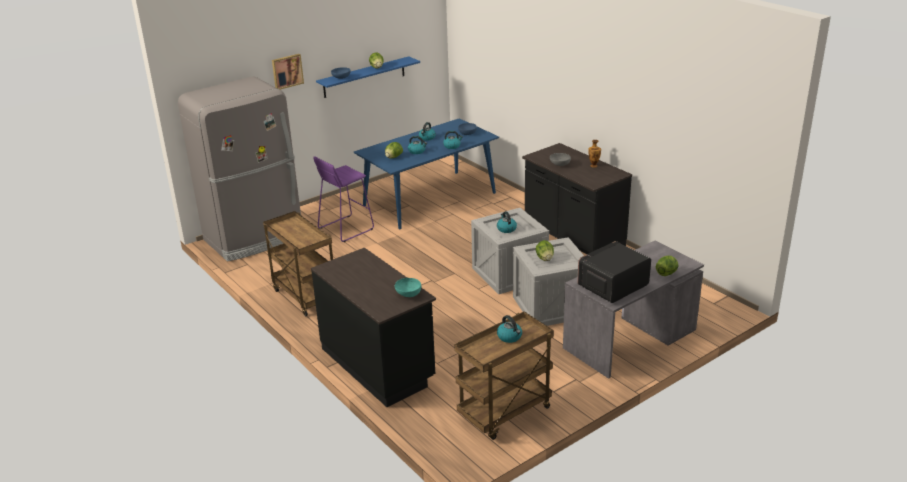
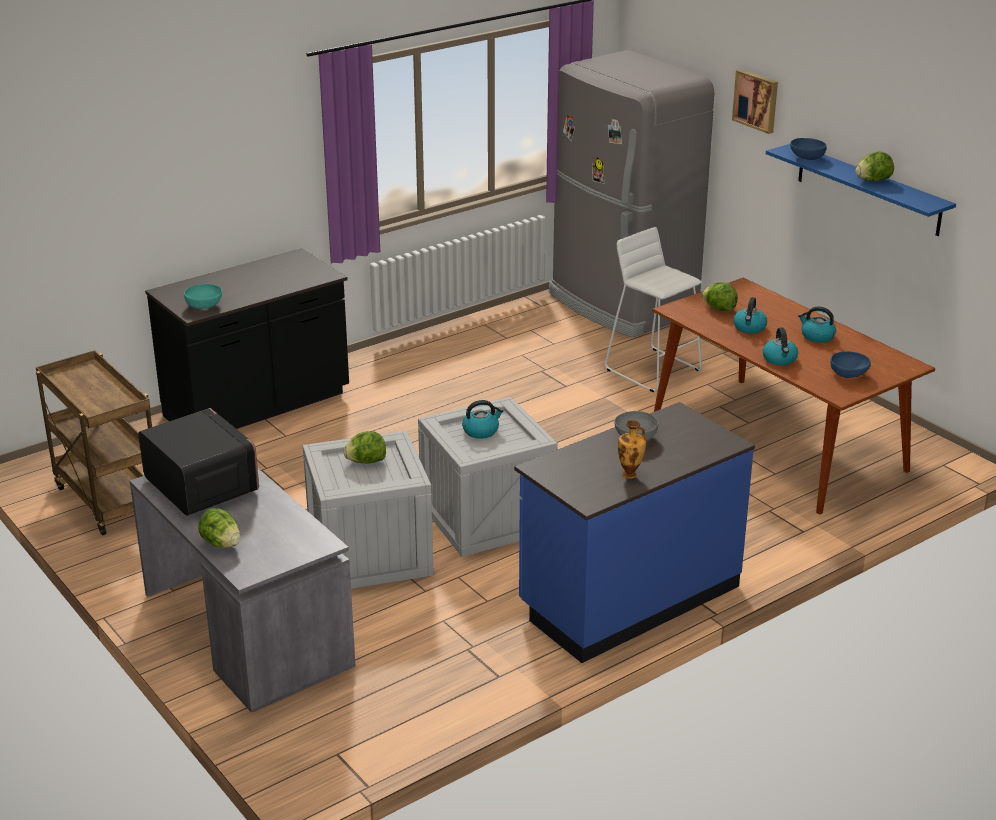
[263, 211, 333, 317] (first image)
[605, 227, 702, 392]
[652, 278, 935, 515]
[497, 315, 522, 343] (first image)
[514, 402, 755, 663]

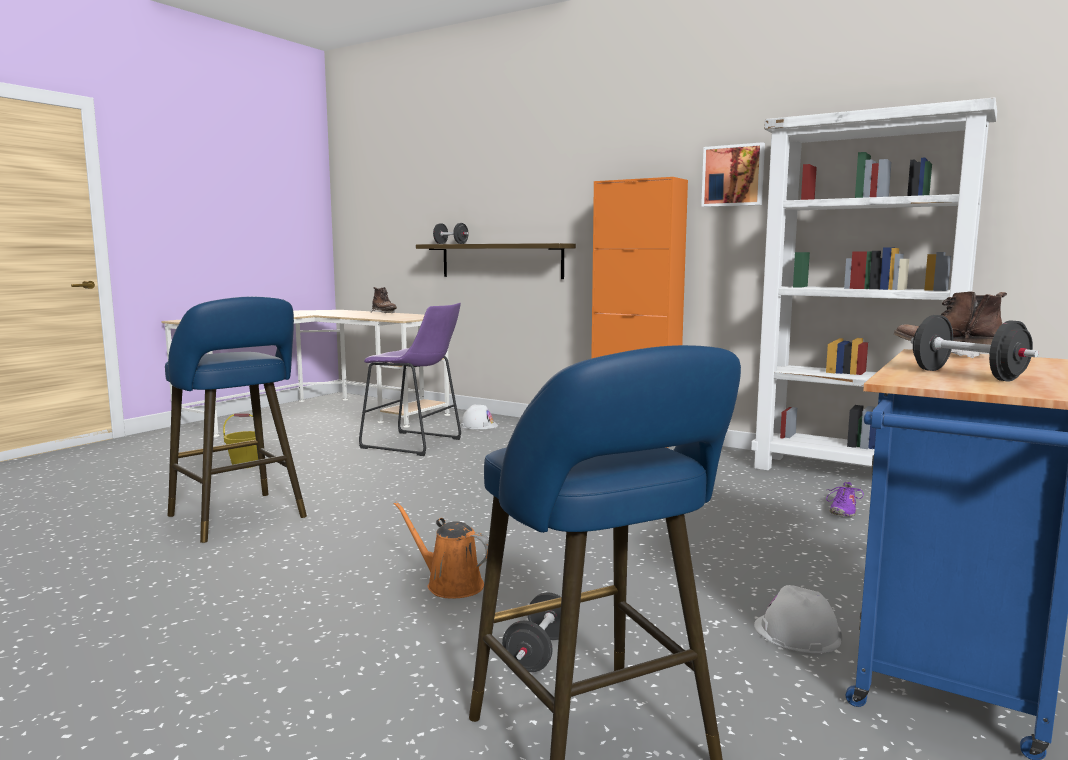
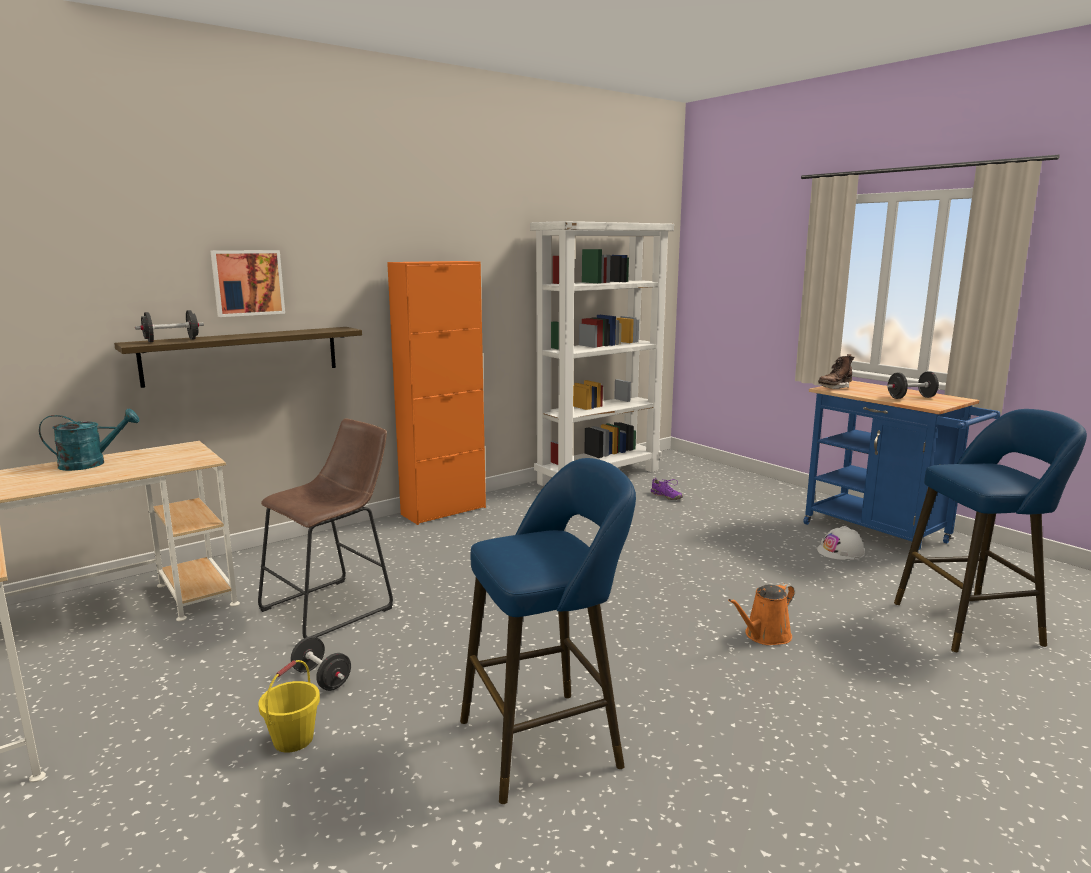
[258, 418, 393, 638]
[39, 409, 139, 471]
[460, 404, 498, 429] (first image)
[291, 636, 351, 691]
[211, 250, 285, 317]

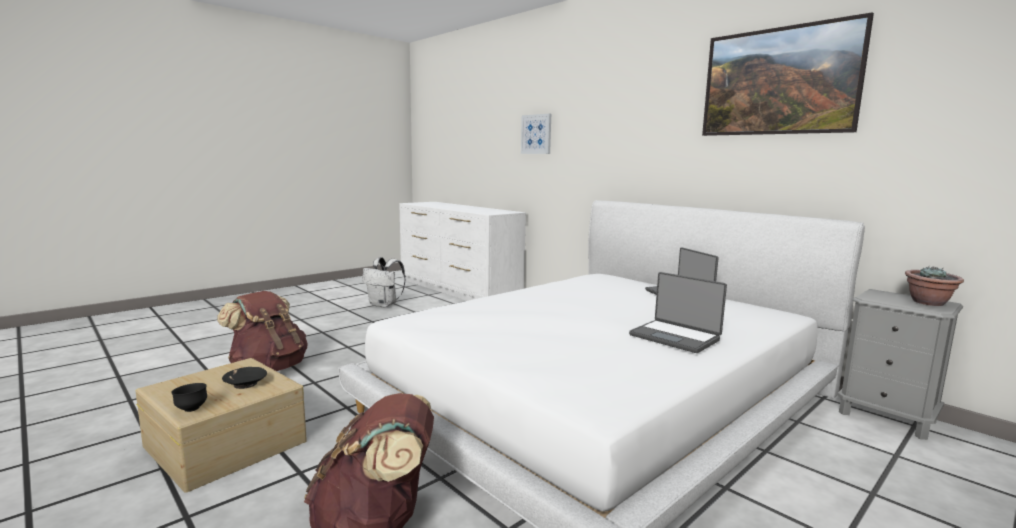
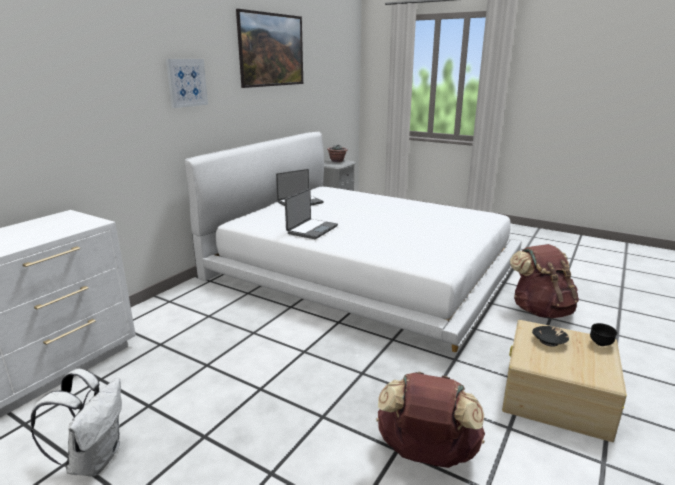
[166, 59, 208, 108]
[285, 189, 338, 239]

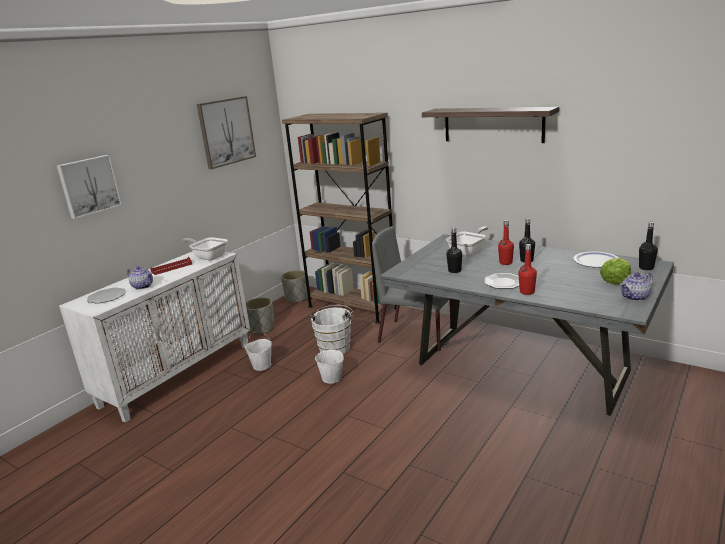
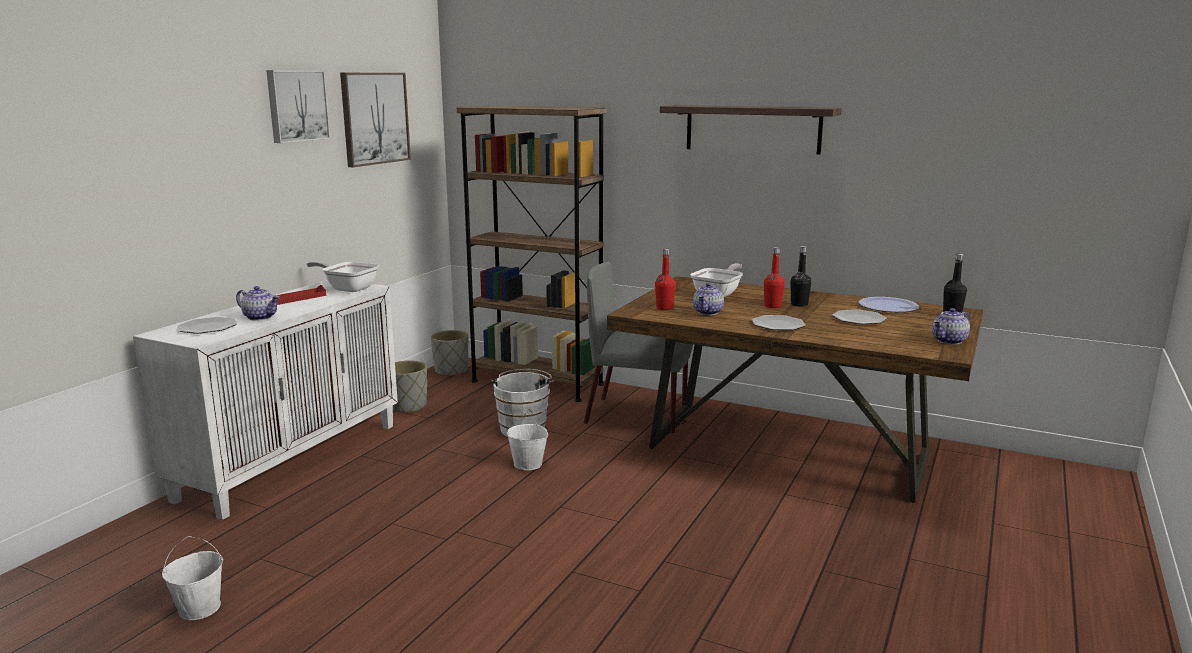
[266, 70, 330, 143]
[162, 536, 223, 620]
[607, 276, 983, 503]
[693, 283, 724, 315]
[655, 249, 676, 310]
[600, 258, 631, 285] (first image)
[832, 309, 887, 324]

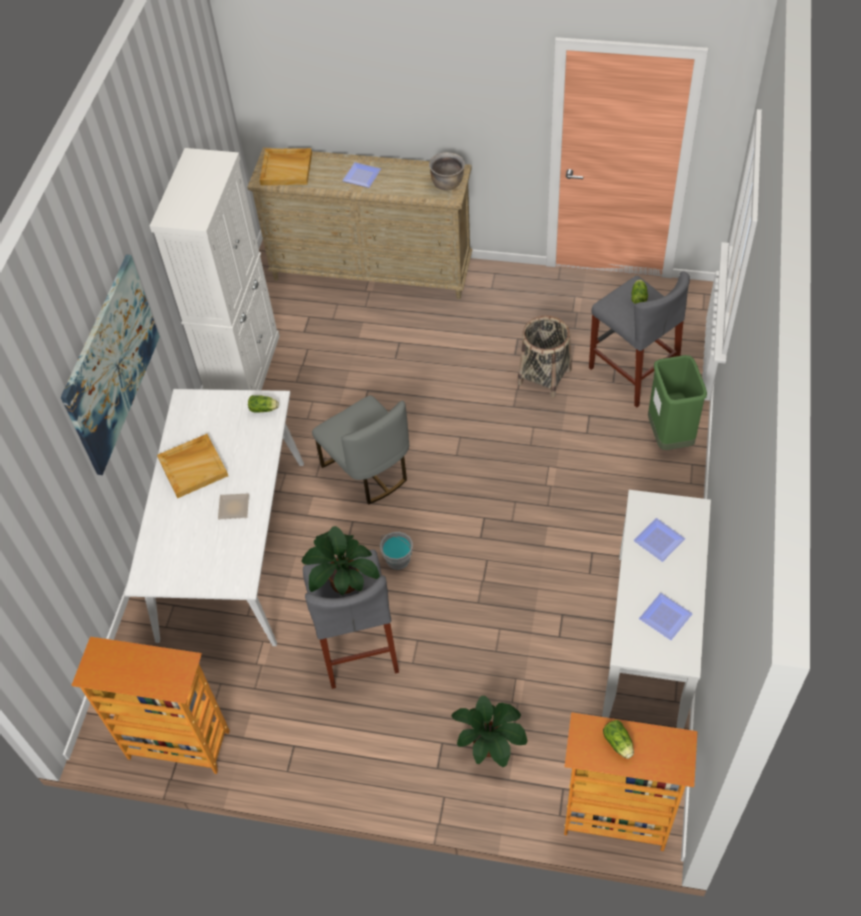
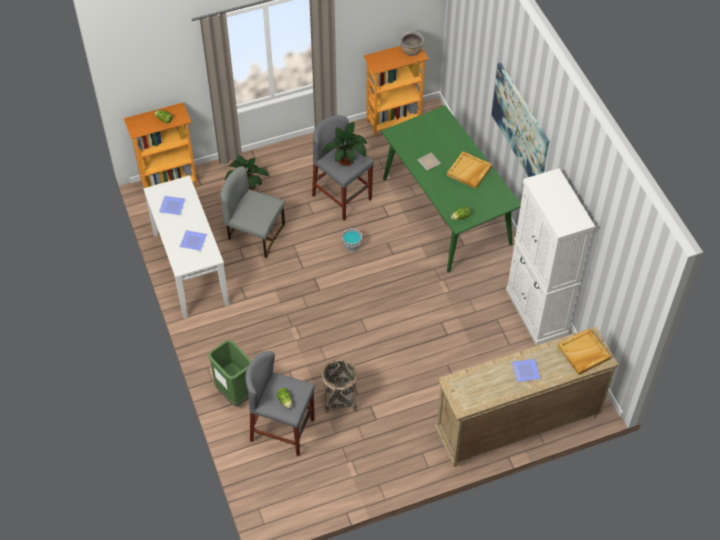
[381, 105, 521, 273]
[220, 166, 285, 258]
[400, 31, 424, 56]

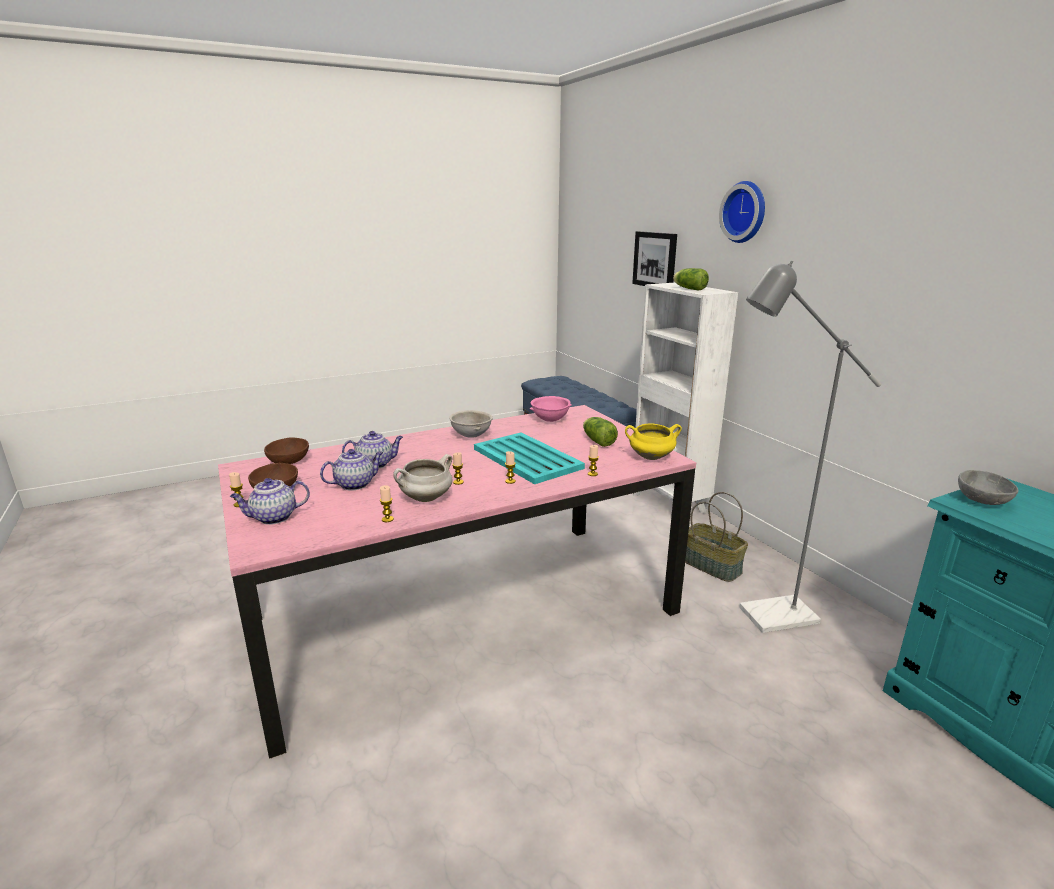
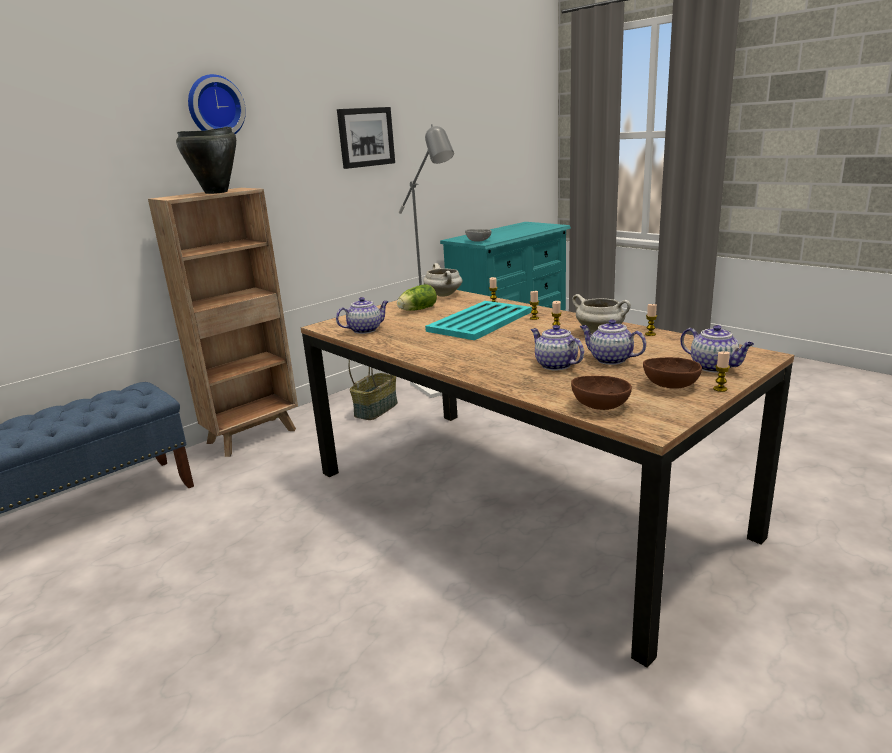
[301, 290, 794, 668]
[449, 410, 493, 438] (first image)
[336, 297, 389, 334]
[423, 263, 462, 297]
[337, 107, 395, 169]
[148, 188, 298, 457]
[176, 127, 236, 194]

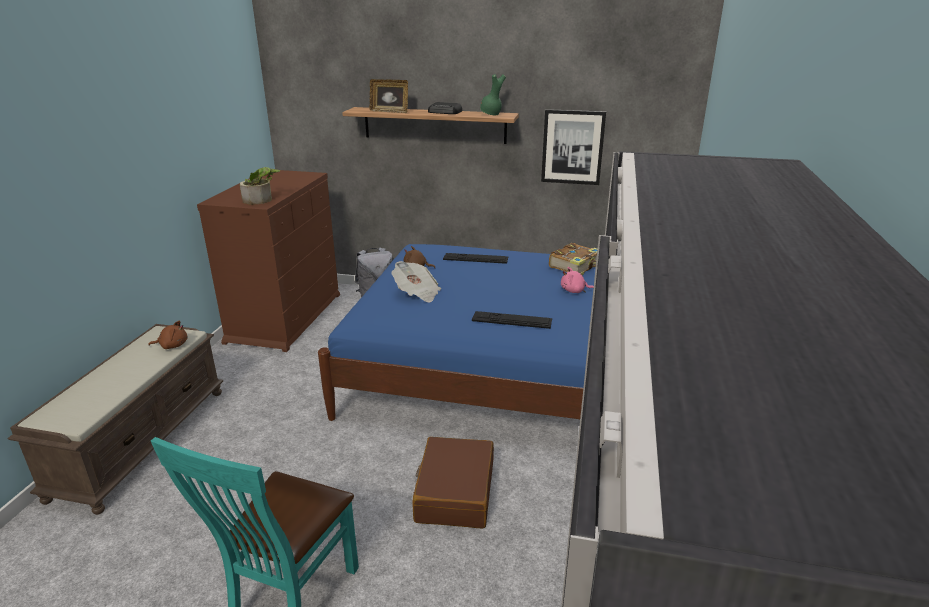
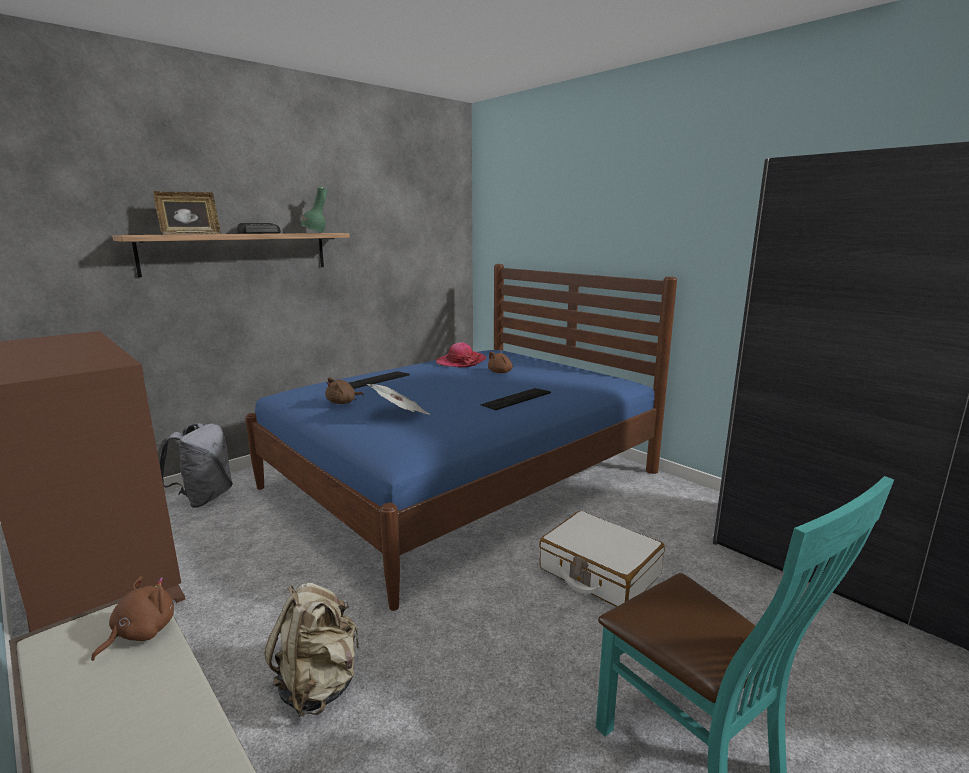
[240, 167, 281, 205] (first image)
[539, 511, 665, 607]
[541, 109, 606, 185] (first image)
[436, 342, 487, 368]
[488, 352, 513, 373]
[265, 583, 359, 717]

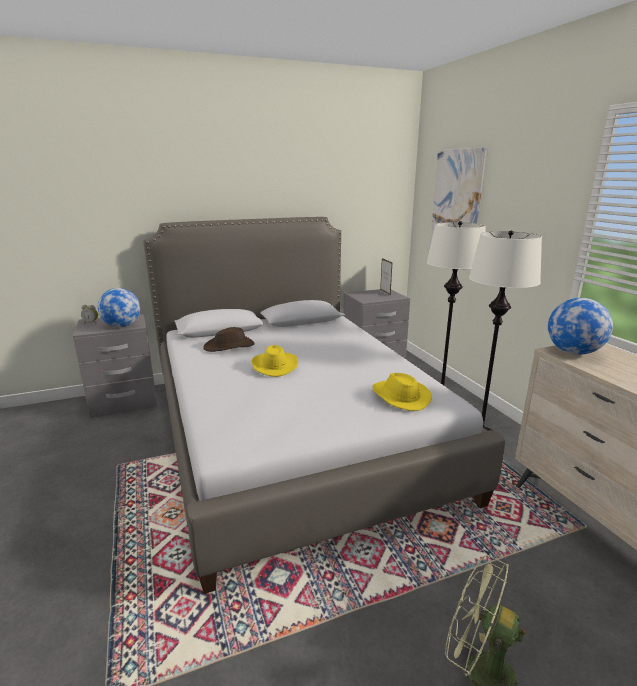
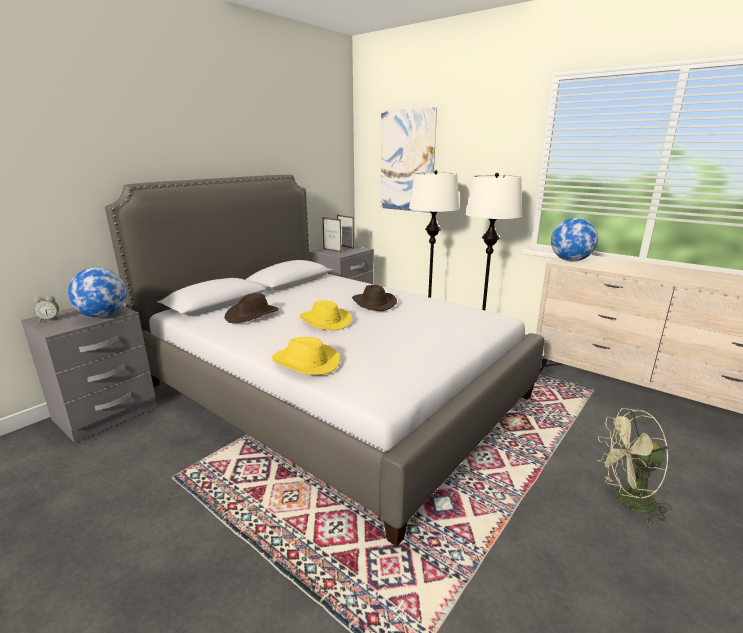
[272, 337, 340, 375]
[322, 217, 341, 252]
[352, 285, 397, 311]

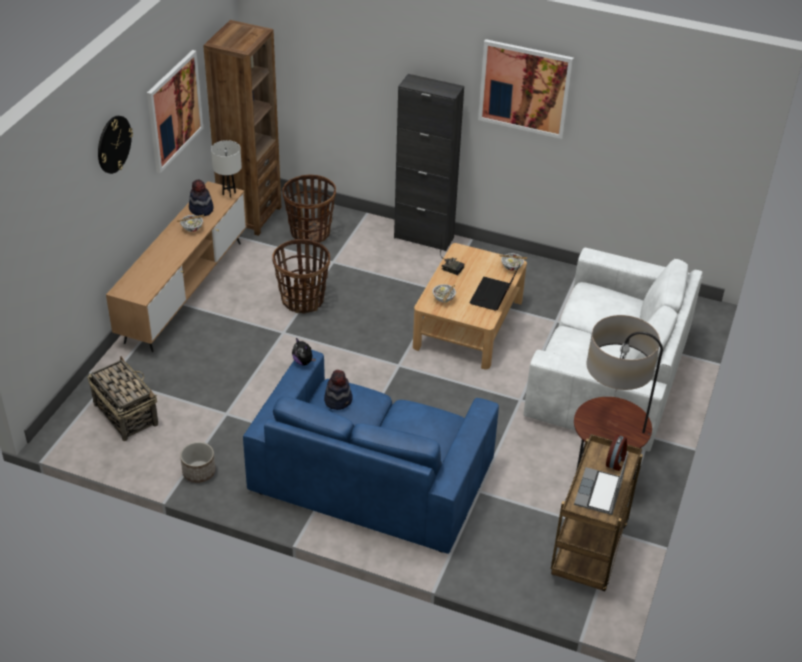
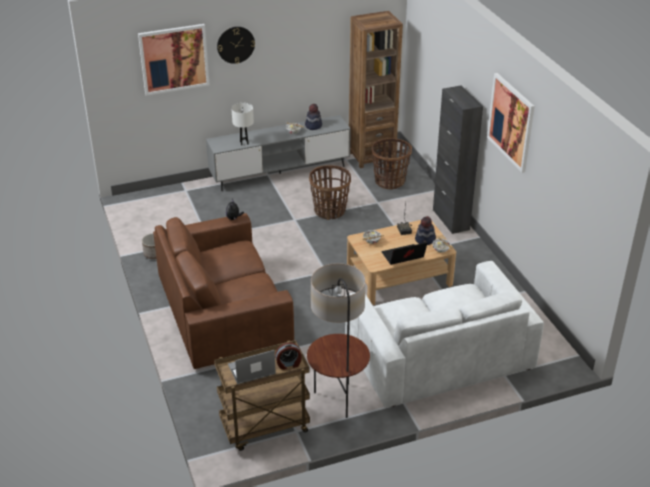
[88, 356, 158, 441] (first image)
[206, 115, 351, 191]
[138, 24, 210, 96]
[231, 103, 254, 145]
[153, 213, 294, 369]
[415, 216, 436, 245]

